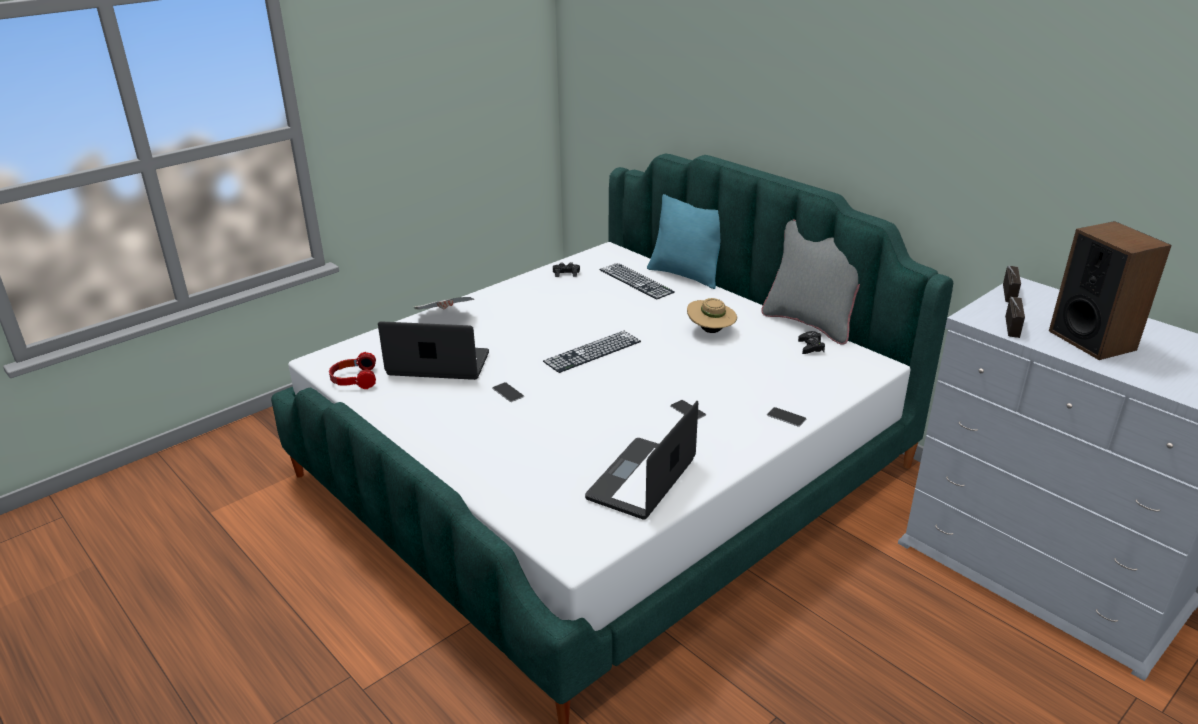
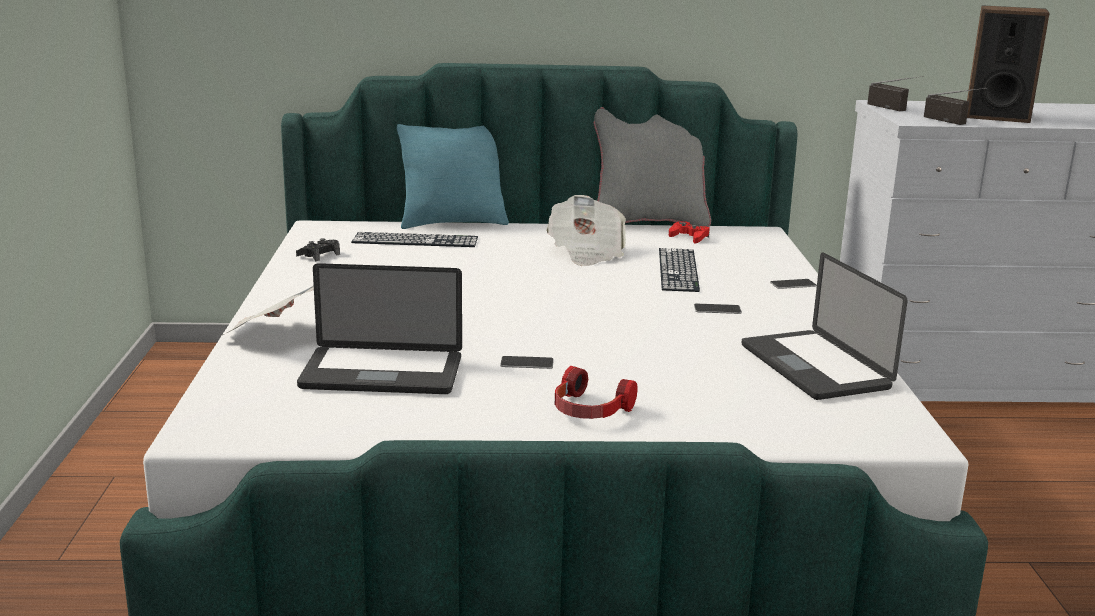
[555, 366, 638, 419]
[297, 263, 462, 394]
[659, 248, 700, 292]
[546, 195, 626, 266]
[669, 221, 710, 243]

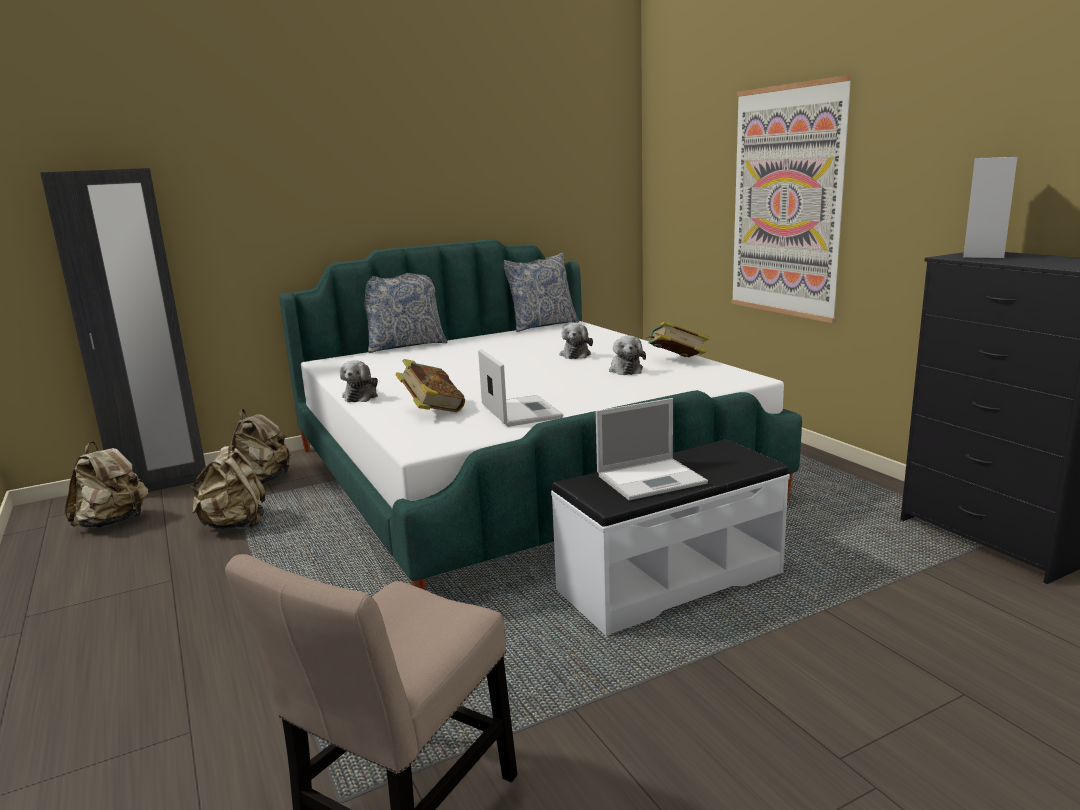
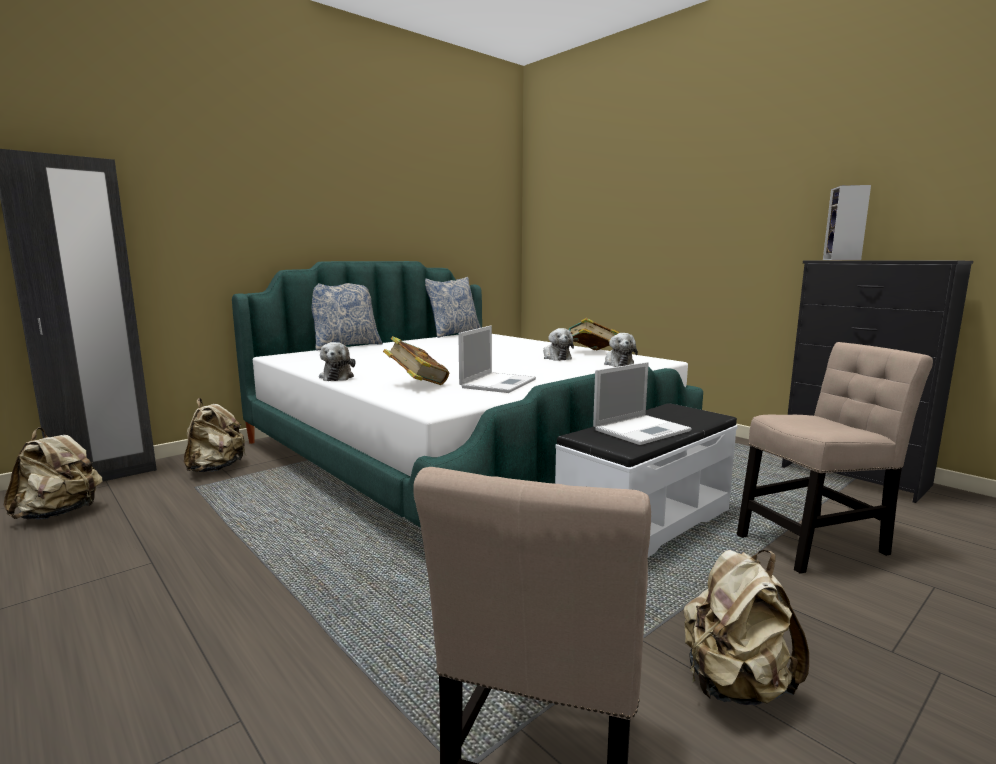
[683, 550, 809, 705]
[458, 325, 536, 393]
[604, 333, 638, 367]
[731, 75, 852, 323] (first image)
[737, 342, 933, 574]

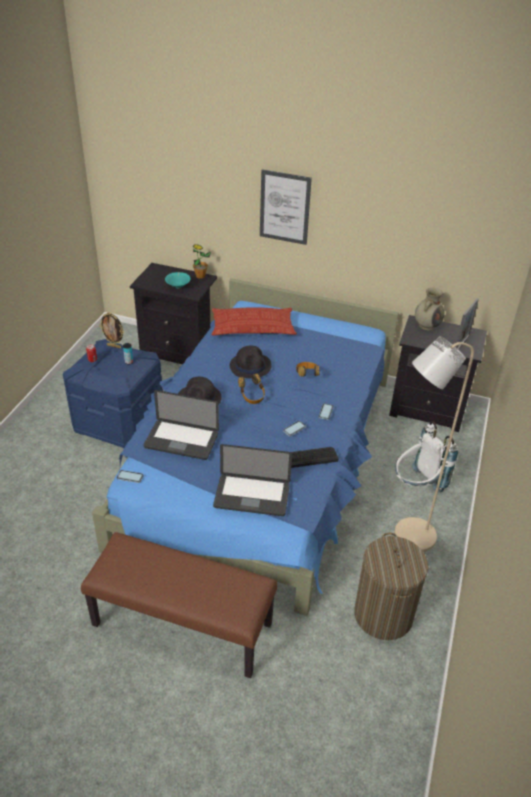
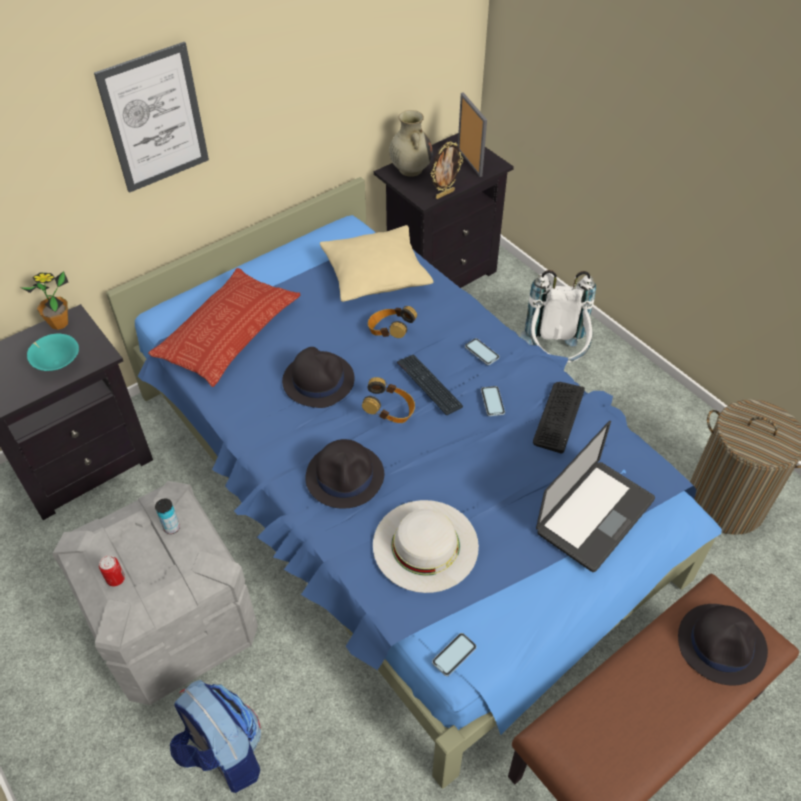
[53, 481, 258, 705]
[431, 141, 463, 199]
[373, 500, 479, 593]
[394, 336, 474, 552] (first image)
[170, 680, 261, 793]
[320, 225, 433, 302]
[397, 354, 463, 415]
[678, 604, 768, 686]

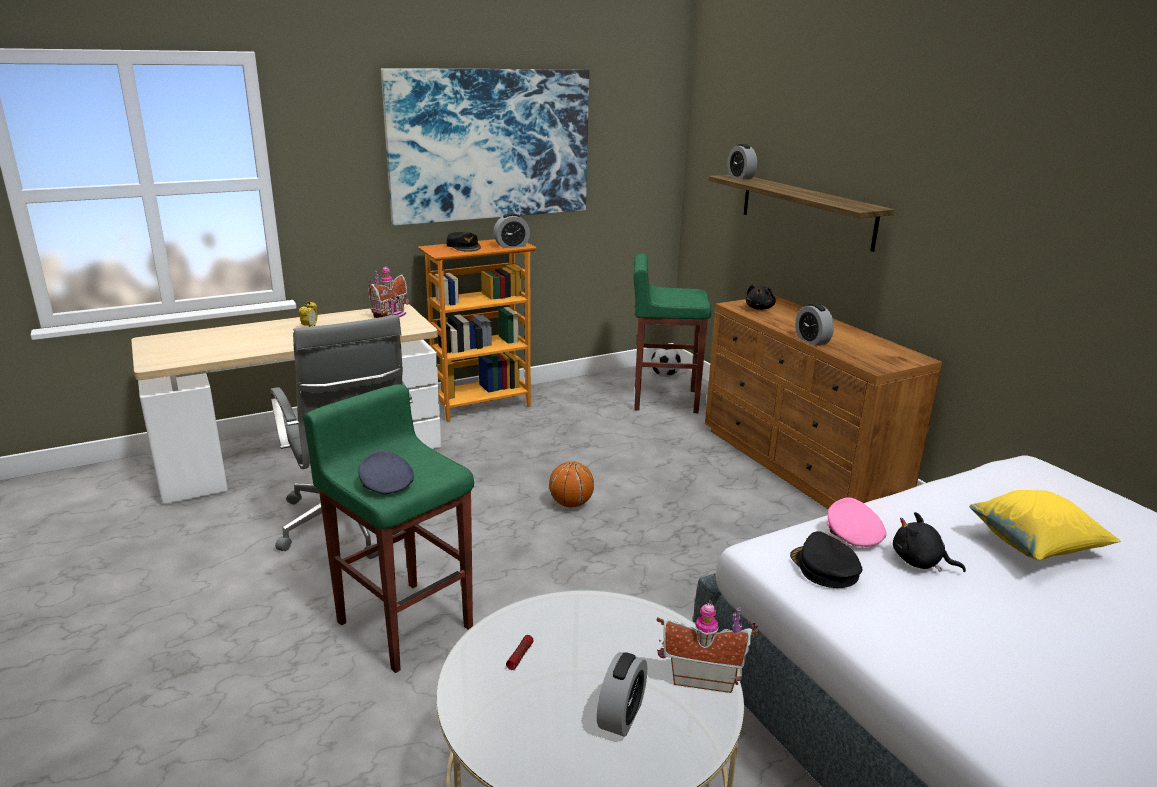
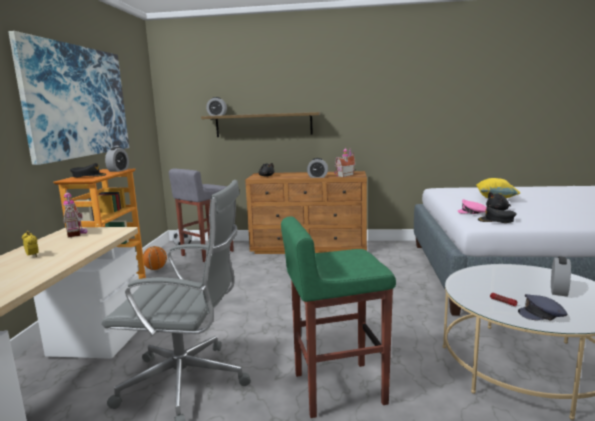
[518, 294, 567, 321]
[143, 246, 167, 270]
[551, 256, 571, 297]
[169, 169, 234, 262]
[334, 147, 355, 177]

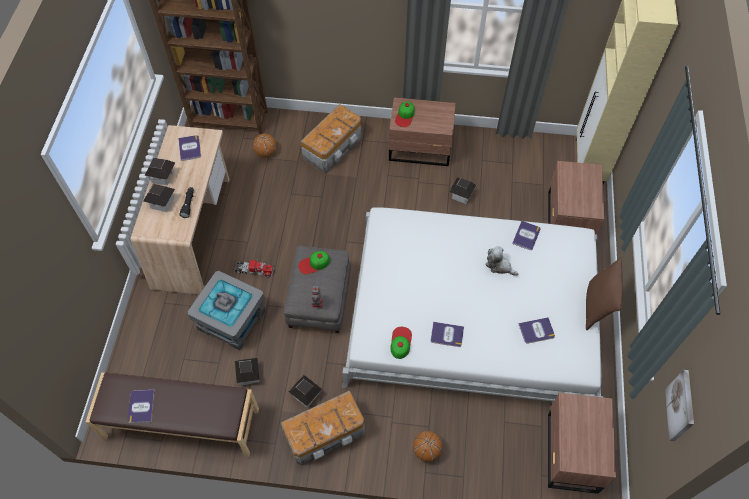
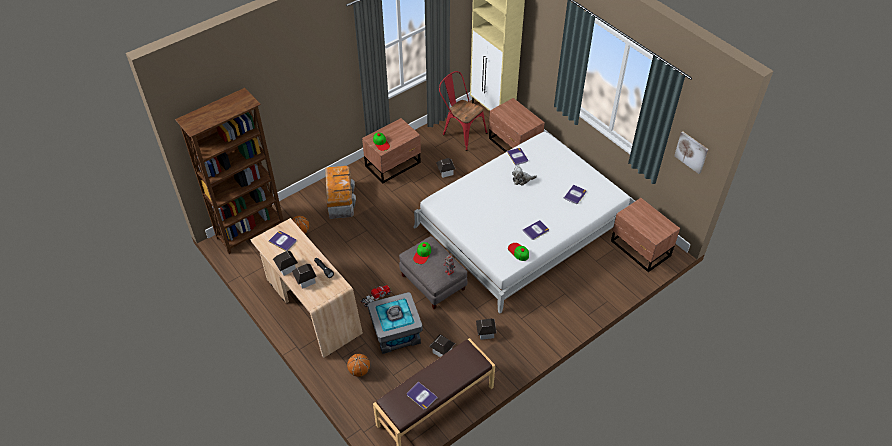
[281, 390, 365, 465] (first image)
[347, 354, 370, 377]
[586, 257, 623, 330] (first image)
[439, 71, 488, 151]

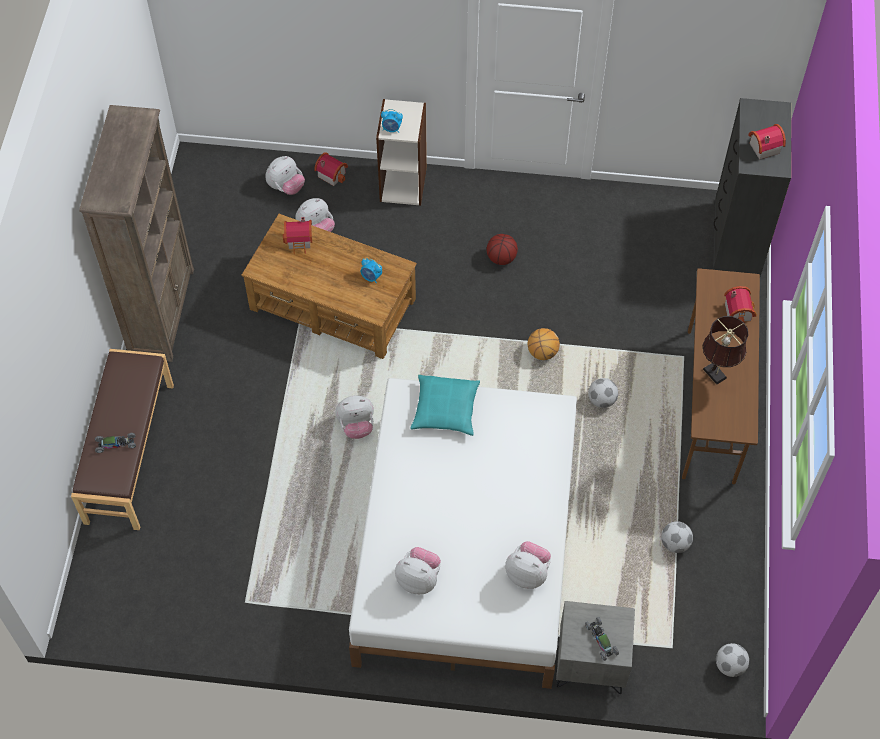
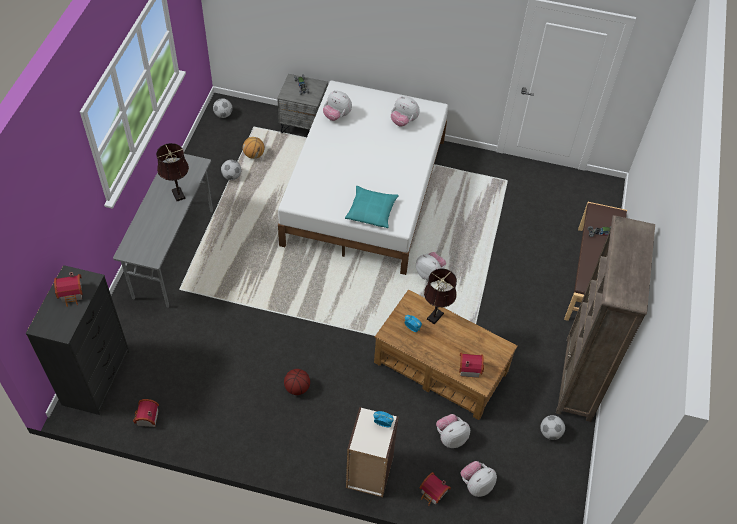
[416, 252, 446, 280]
[243, 137, 264, 159]
[540, 415, 565, 440]
[113, 154, 213, 308]
[133, 399, 159, 427]
[424, 268, 457, 324]

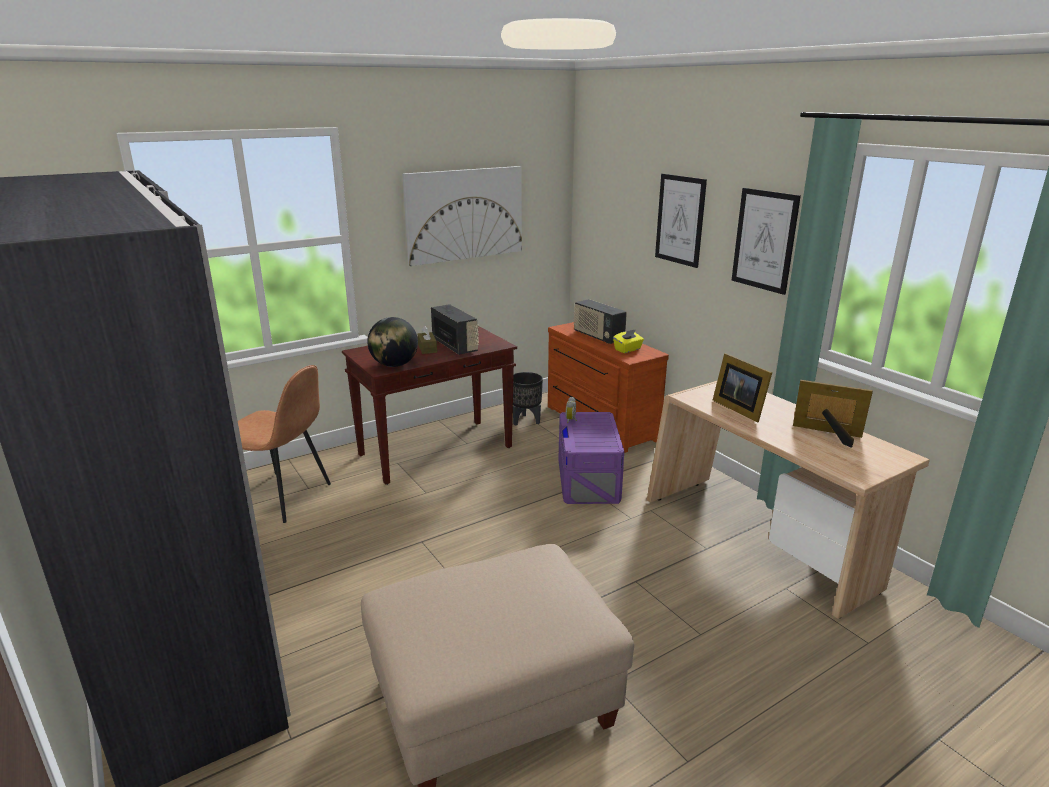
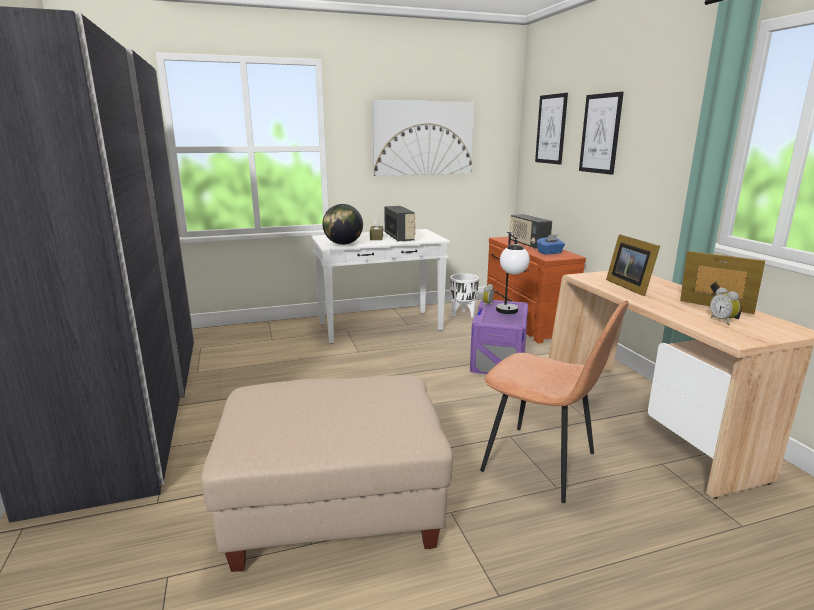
[480, 300, 629, 503]
[311, 229, 450, 344]
[450, 273, 479, 318]
[537, 234, 565, 255]
[535, 93, 568, 165]
[496, 232, 530, 314]
[710, 287, 740, 325]

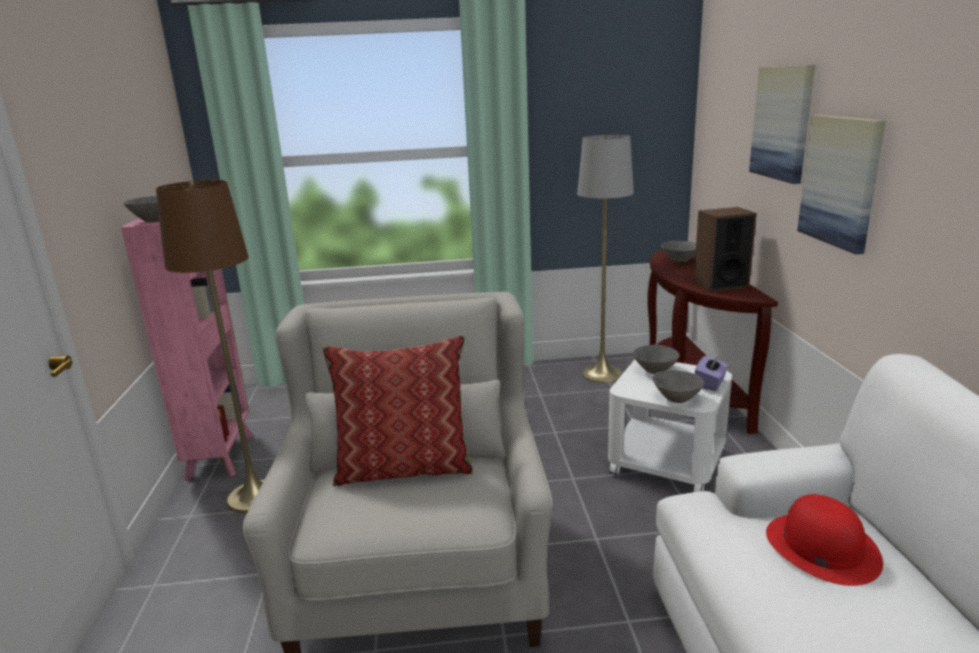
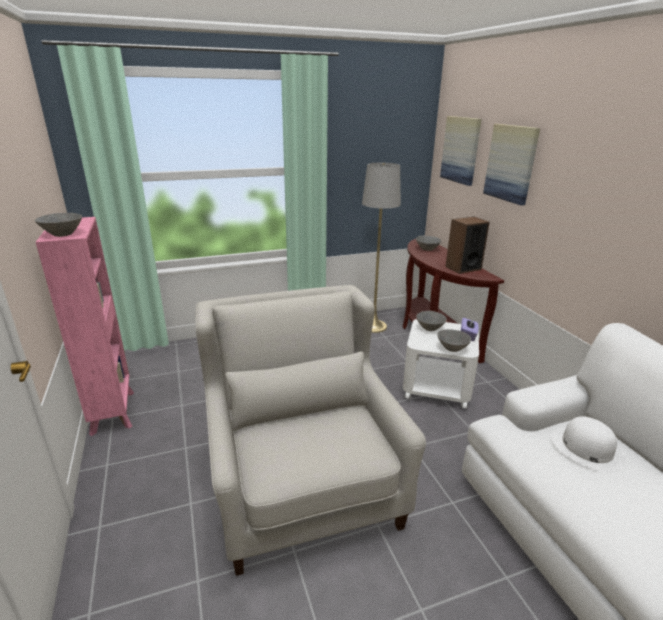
[156, 180, 264, 513] (first image)
[322, 335, 473, 486] (first image)
[551, 416, 625, 473]
[440, 116, 482, 186]

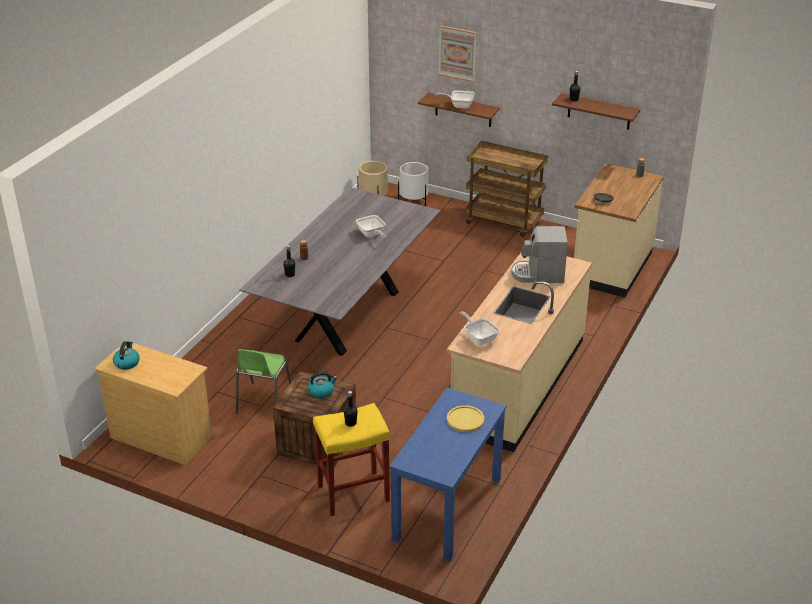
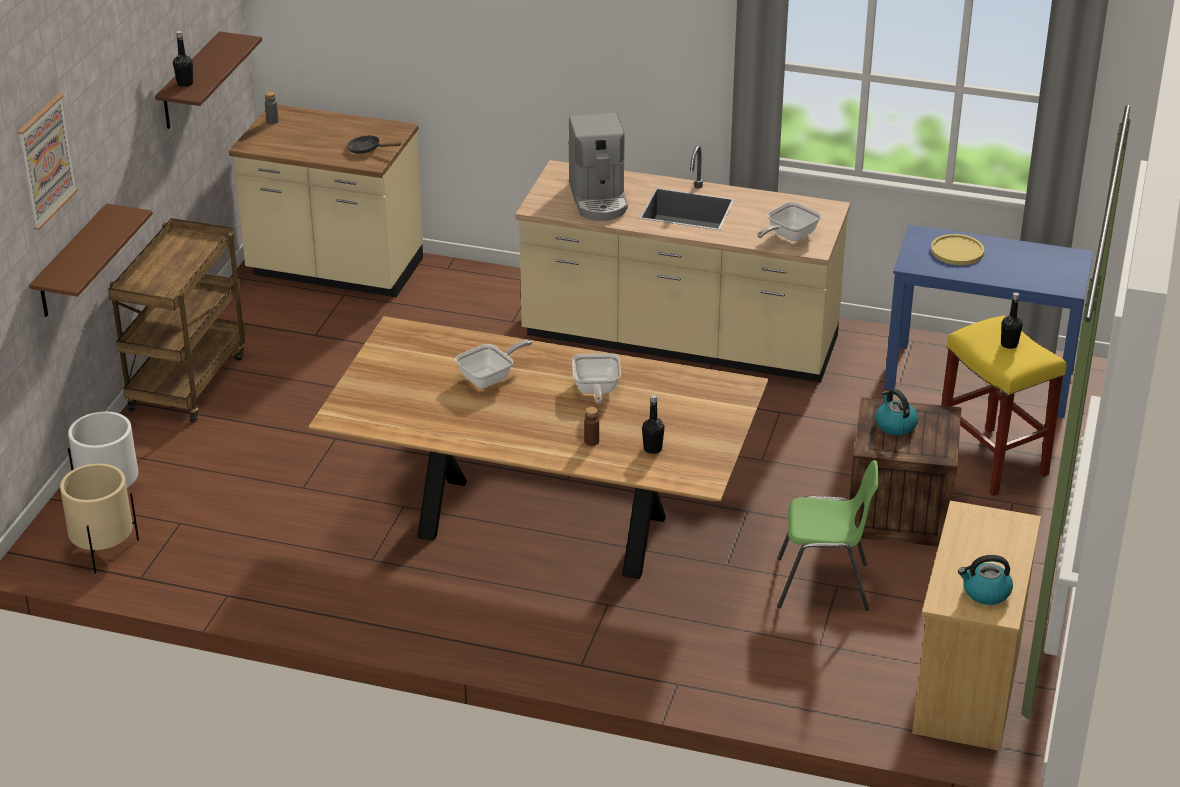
[308, 316, 769, 579]
[572, 353, 621, 404]

